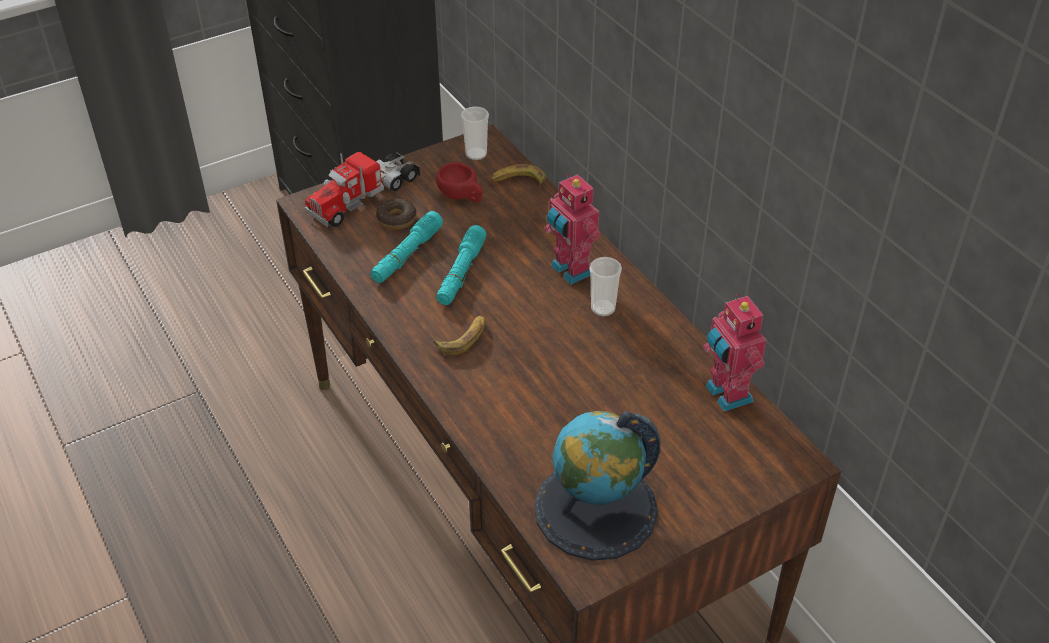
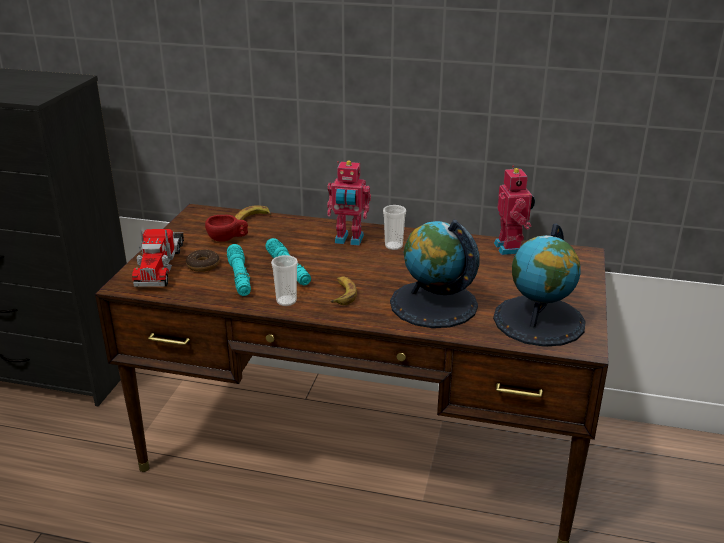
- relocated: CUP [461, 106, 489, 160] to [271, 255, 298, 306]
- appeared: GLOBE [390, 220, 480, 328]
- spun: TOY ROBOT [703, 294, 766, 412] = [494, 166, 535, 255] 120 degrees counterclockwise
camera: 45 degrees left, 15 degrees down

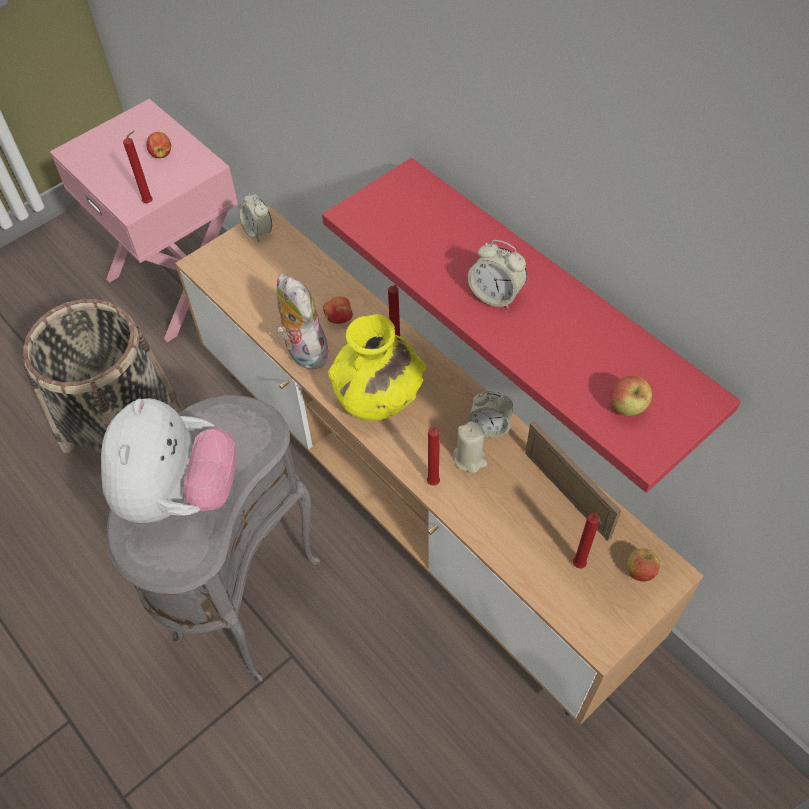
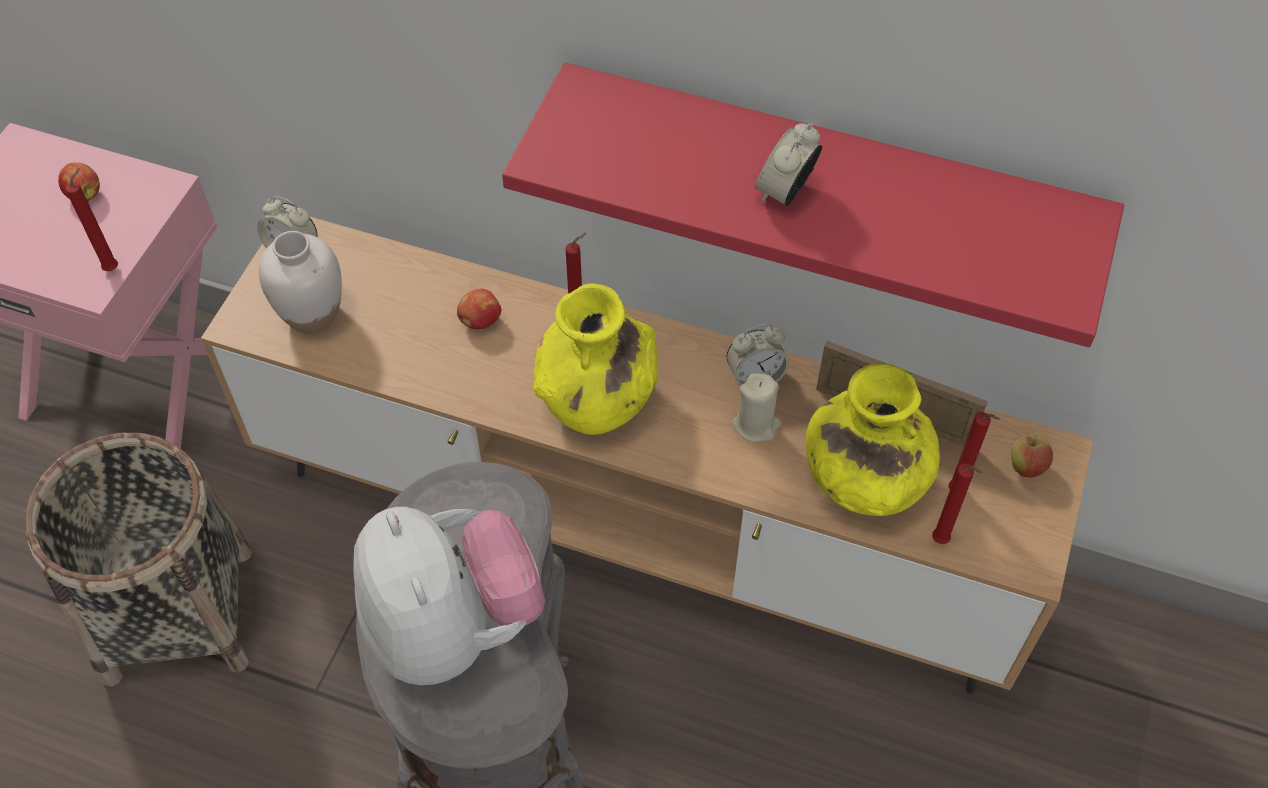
- appeared: WHITE VASE [259, 231, 342, 334]
- spun: ALARM CLOCK [468, 240, 527, 309] = [755, 123, 822, 206] 120 degrees clockwise
- appeared: YELLOW VASE [806, 363, 940, 516]
- relocated: RED CANDLE [427, 427, 440, 485] to [932, 463, 982, 544]
- missing: PLUSH TOY [276, 274, 329, 370]
- missing: APPLE [610, 375, 652, 416]
camera: 30 degrees left, 0 degrees up

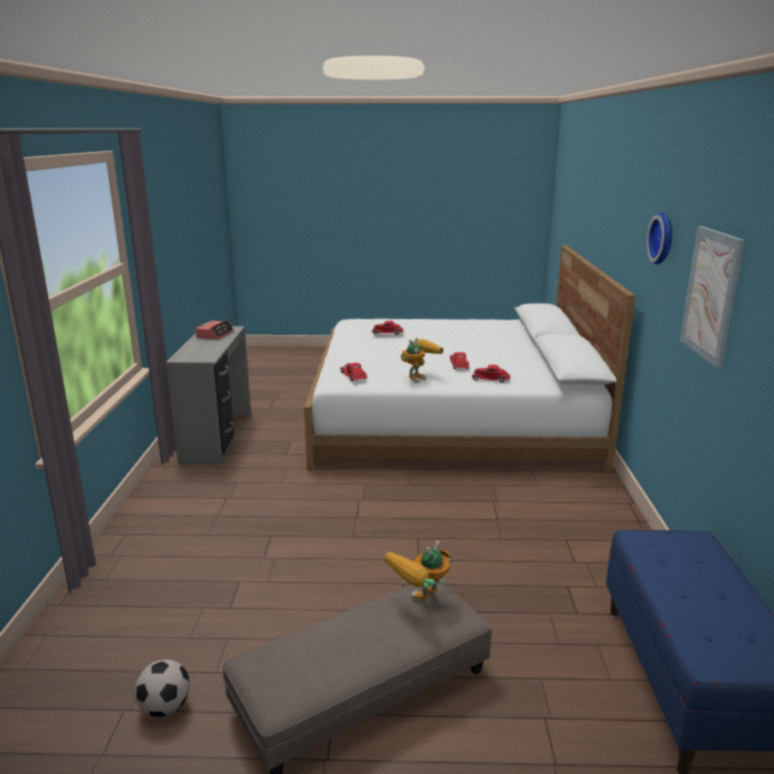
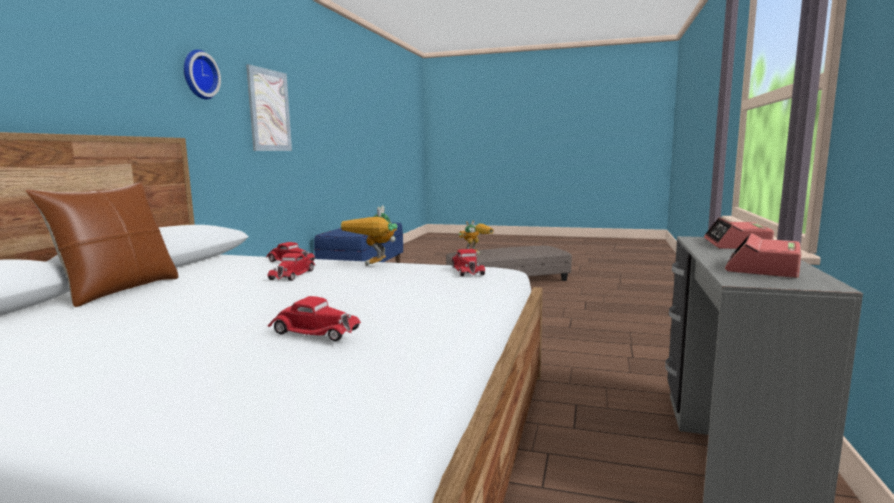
- appeared: BROWN PILLOW [25, 182, 179, 307]
- spun: TOY ROBOT [401, 338, 444, 383] = [341, 205, 397, 266] 45 degrees counterclockwise
- appeared: ALARM CLOCK [704, 217, 774, 249]
- missing: FOOTBALL [135, 659, 190, 717]
camera: 165 degrees left, 10 degrees down

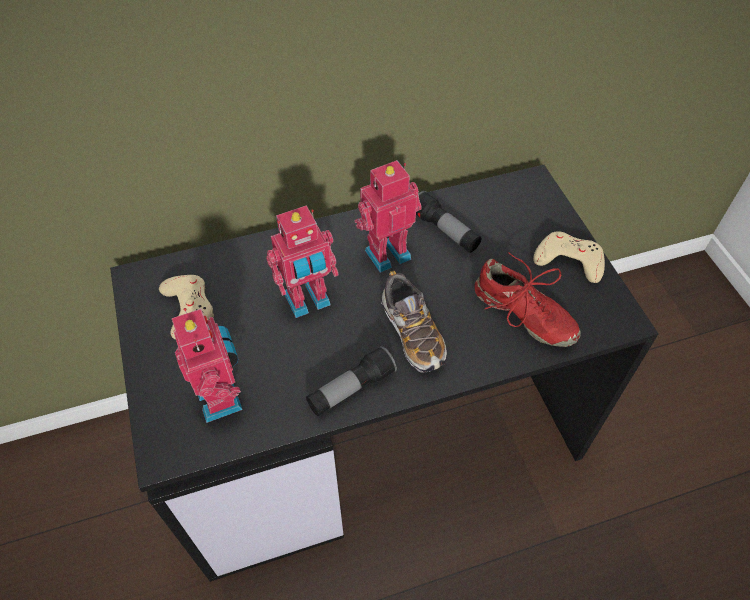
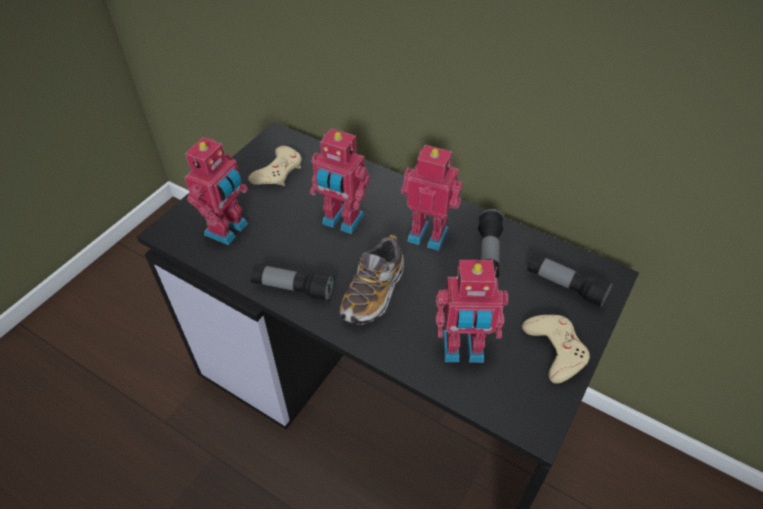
- exchanged: RED SHOE [475, 253, 581, 347] to TOY ROBOT [435, 260, 508, 363]
- appeared: FLASHLIGHT [527, 253, 613, 308]
camera: 50 degrees right, 5 degrees down

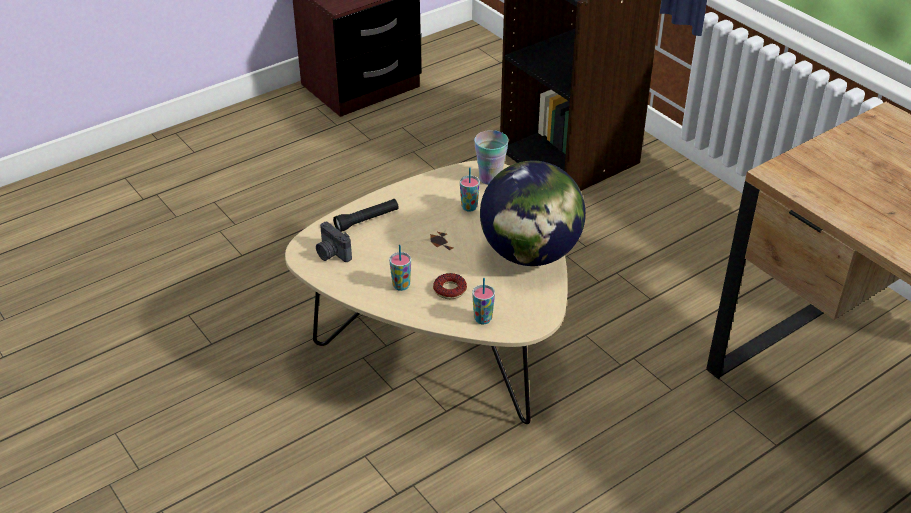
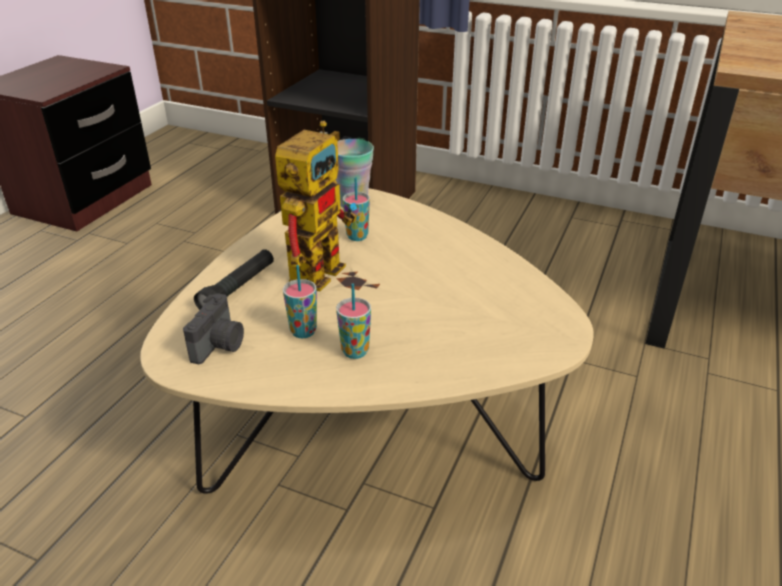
- spun: PHOTO CAMERA [316, 222, 352, 262] = [183, 293, 244, 364] 90 degrees counterclockwise
- appeared: TOY ROBOT [275, 121, 357, 291]
- relocated: CUP [472, 278, 495, 324] to [283, 265, 317, 338]
- missing: DONUT [433, 273, 467, 299]
- missing: GLOBE [480, 161, 586, 266]
camera: 30 degrees left, 5 degrees down

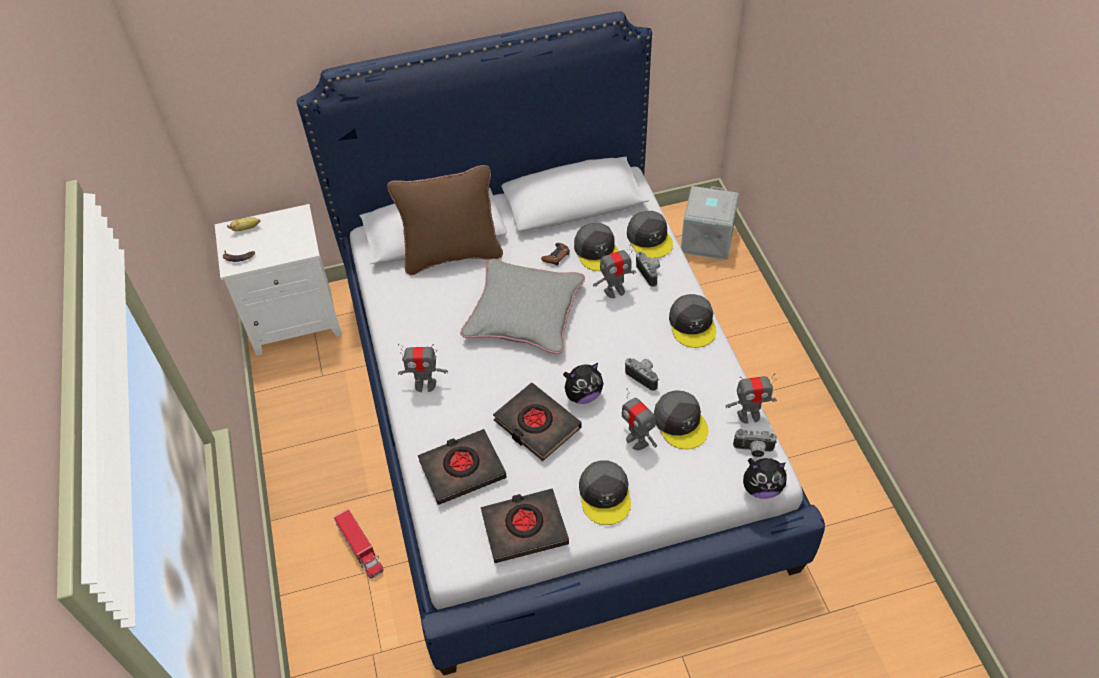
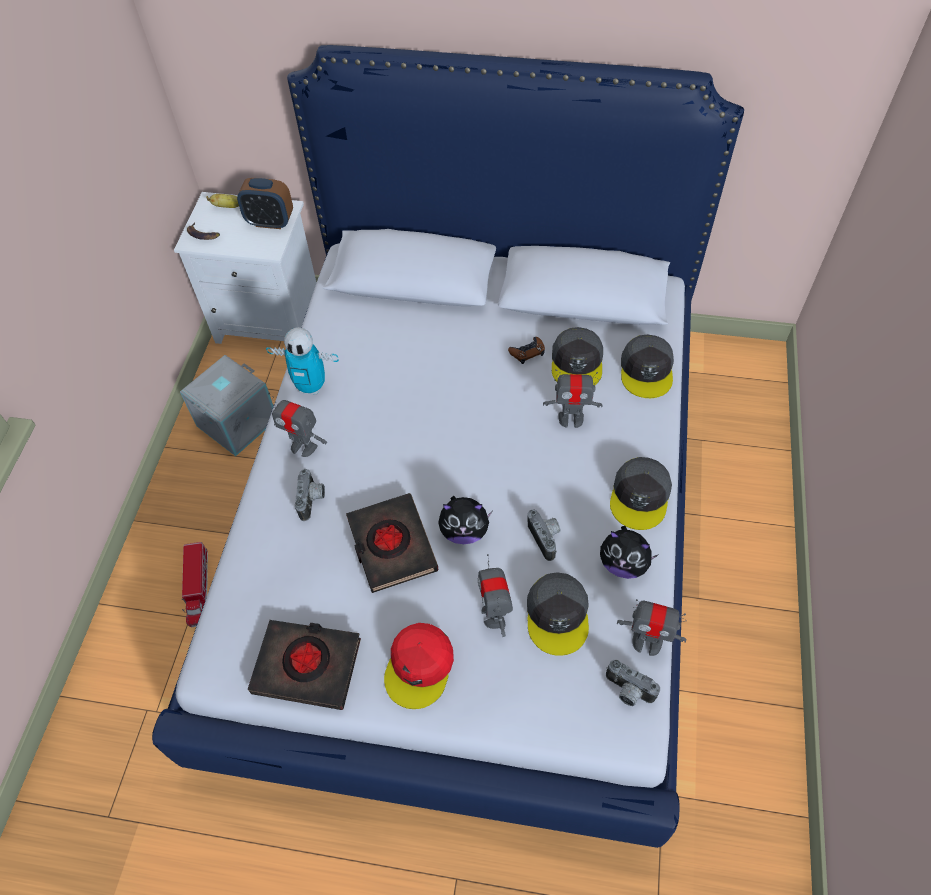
- relocated: GREY STORAGE BOX [681, 186, 739, 260] to [180, 355, 274, 456]
- appeared: ALARM CLOCK [237, 178, 293, 229]
- appeared: TOY ROBOT [266, 327, 339, 395]
- relocated: PHOTO CAMERA [636, 252, 660, 287] to [295, 469, 325, 521]
- colour: GREY CAP [579, 460, 631, 525] to RED CAP [384, 623, 454, 709]
- relocated: PLUSH TOY [743, 458, 786, 499] to [600, 526, 659, 579]
- missing: BROWN PILLOW [387, 165, 503, 275]
- missing: BLACK BOOK [418, 429, 507, 505]
- missing: GREY PILLOW [460, 259, 585, 354]
camera: 25 degrees right, 5 degrees up

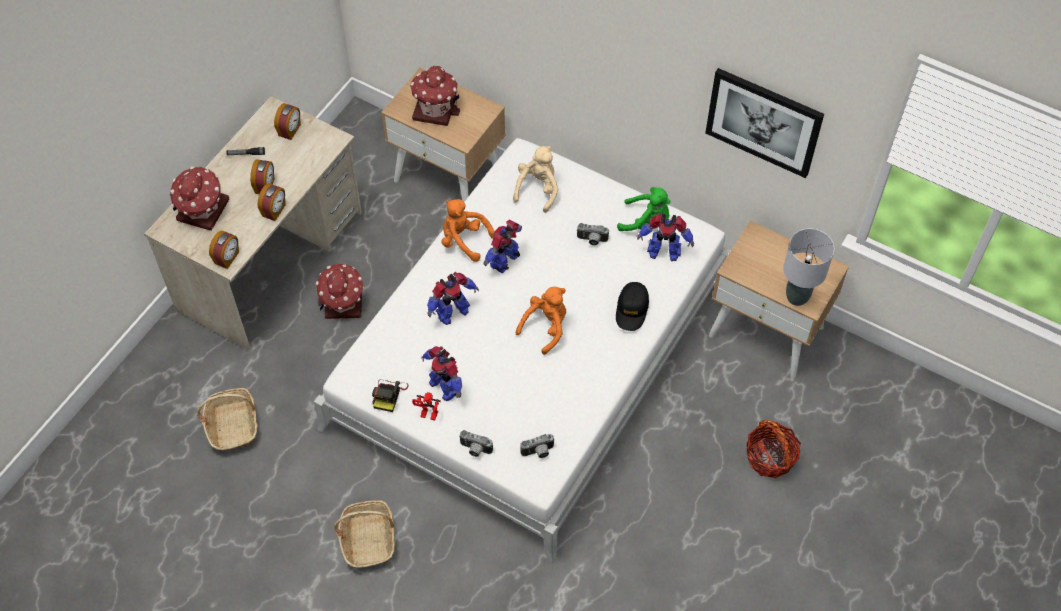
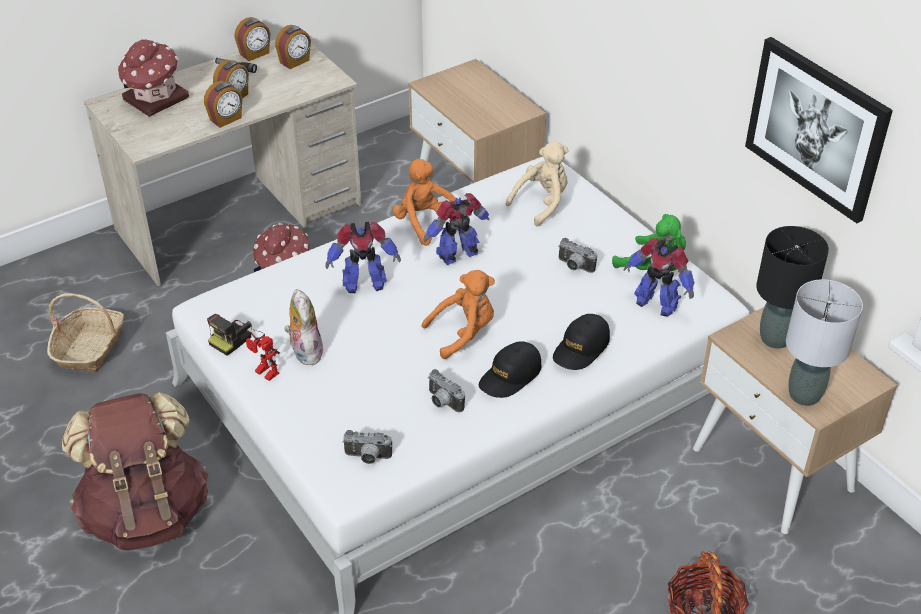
- exchanged: BASKET [334, 500, 395, 568] to BROWN BACKPACK [62, 392, 208, 551]
- relocated: ALARM CLOCK [209, 231, 239, 269] to [235, 17, 271, 61]
- exchanged: TOY ROBOT [421, 346, 462, 401] to PLUSH TOY [285, 289, 324, 365]
- relocated: PHOTO CAMERA [459, 430, 493, 457] to [428, 369, 465, 413]
- appeared: BLACK CAP [479, 341, 541, 398]
- appeared: BLACK TABLE LAMP [756, 226, 829, 349]
- missing: TOY HOUSE [410, 66, 460, 126]
camera: 25 degrees right, 15 degrees down

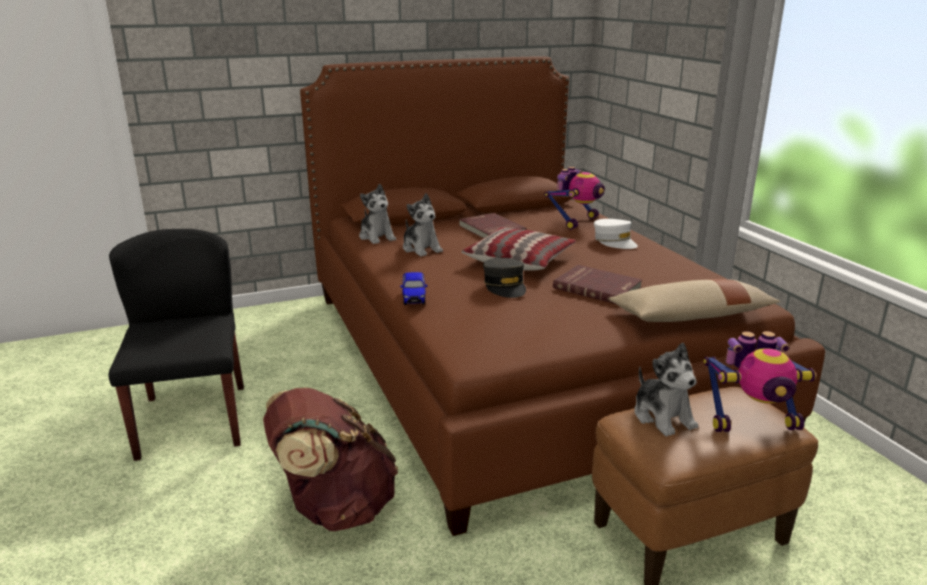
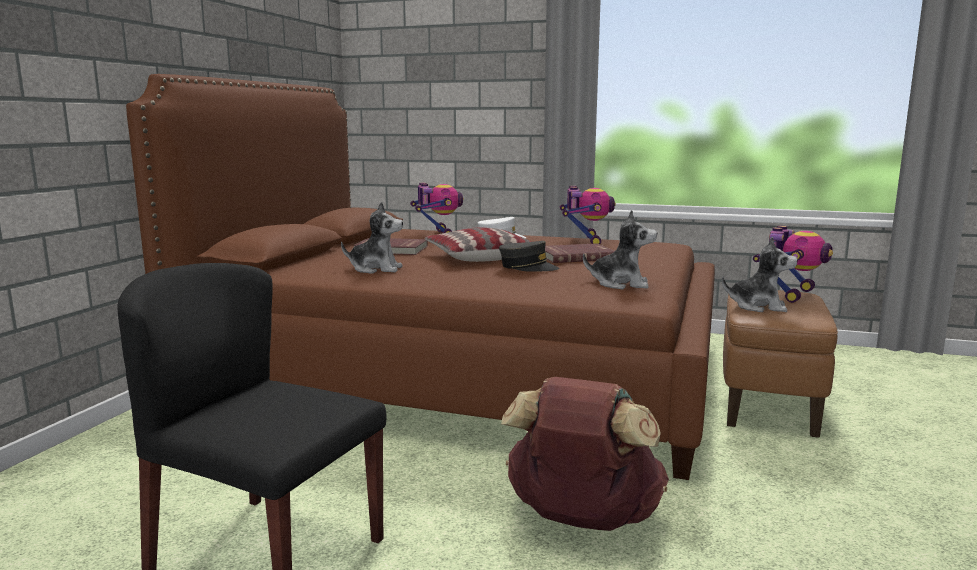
- appeared: TOY ROBOT [560, 186, 616, 244]
- relocated: PLUSH TOY [359, 184, 396, 244] to [583, 210, 657, 289]
- missing: TOY CAR [400, 272, 427, 305]
- missing: BEIGE PILLOW [609, 279, 781, 322]
camera: 50 degrees left, 10 degrees down

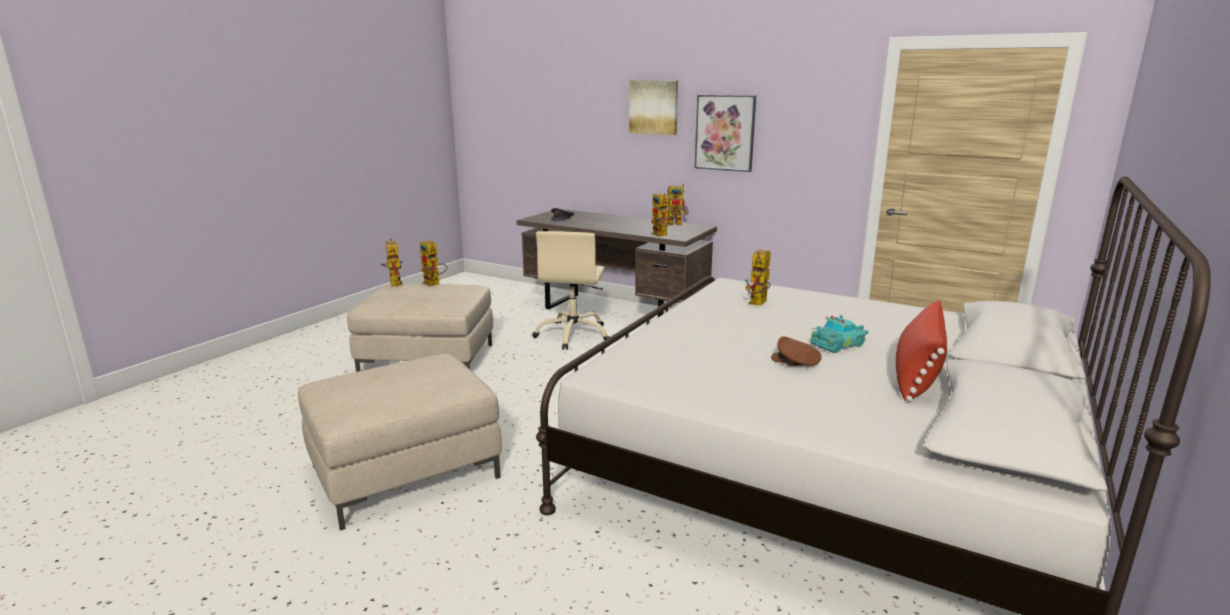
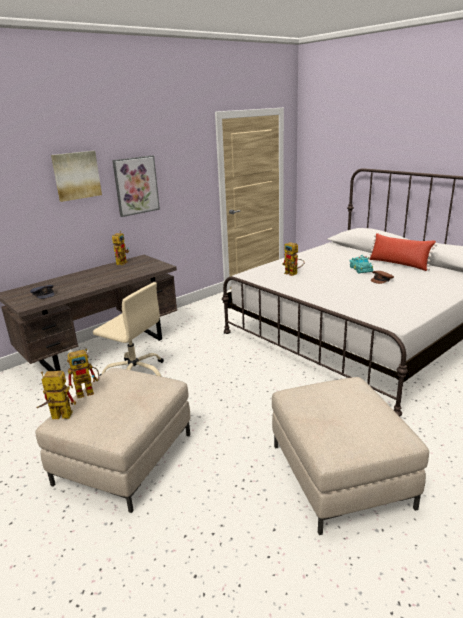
- missing: TOY ROBOT [651, 193, 676, 237]
camera: 70 degrees left, 5 degrees up

